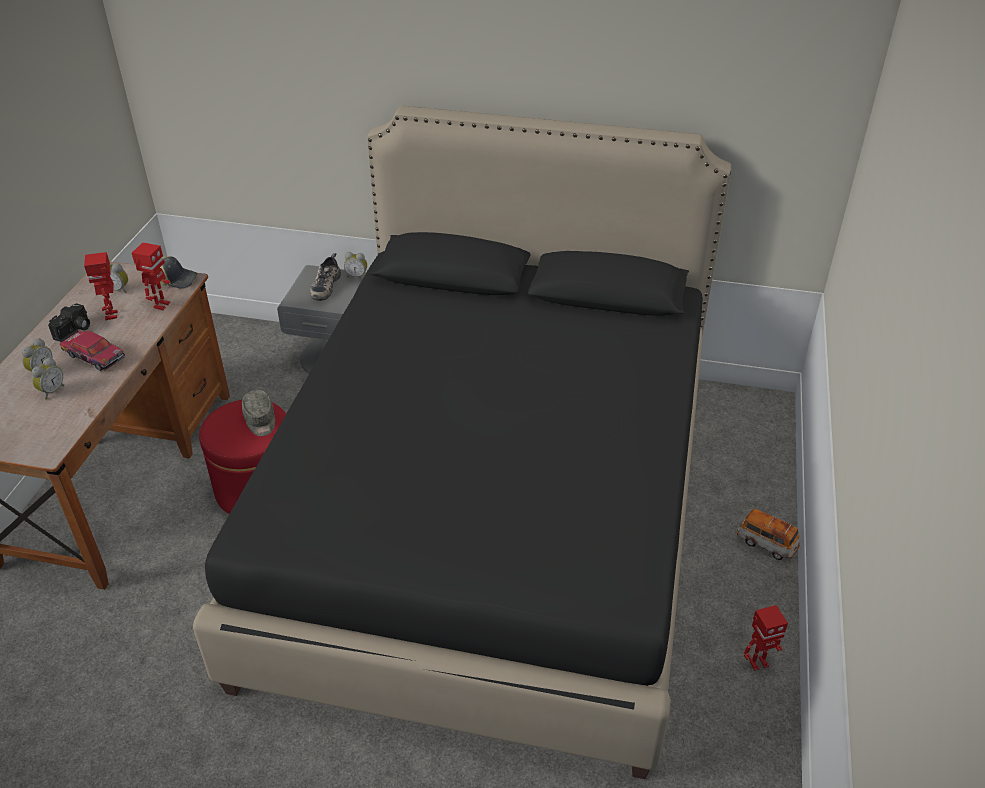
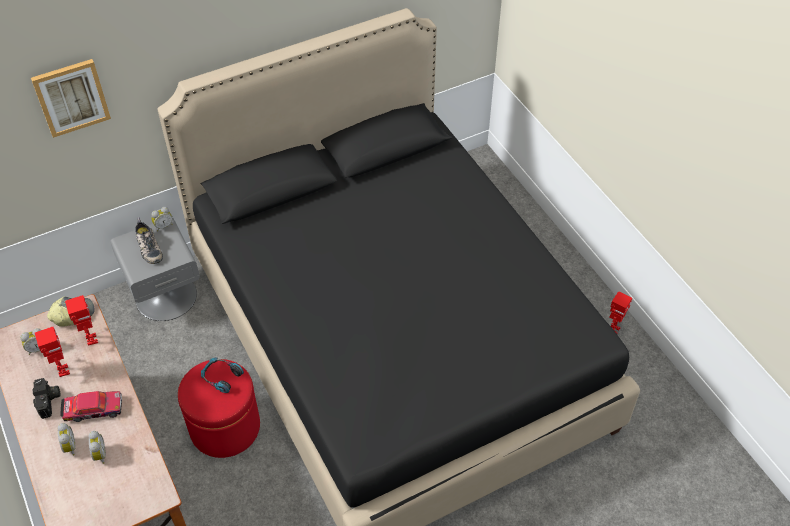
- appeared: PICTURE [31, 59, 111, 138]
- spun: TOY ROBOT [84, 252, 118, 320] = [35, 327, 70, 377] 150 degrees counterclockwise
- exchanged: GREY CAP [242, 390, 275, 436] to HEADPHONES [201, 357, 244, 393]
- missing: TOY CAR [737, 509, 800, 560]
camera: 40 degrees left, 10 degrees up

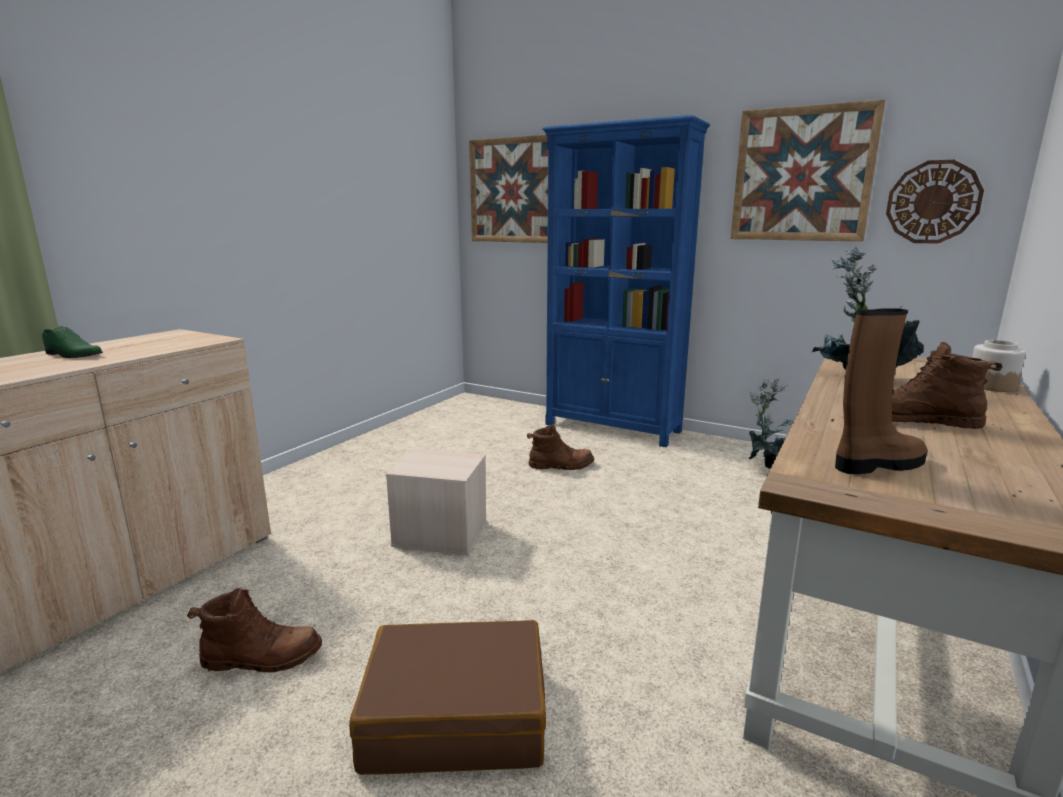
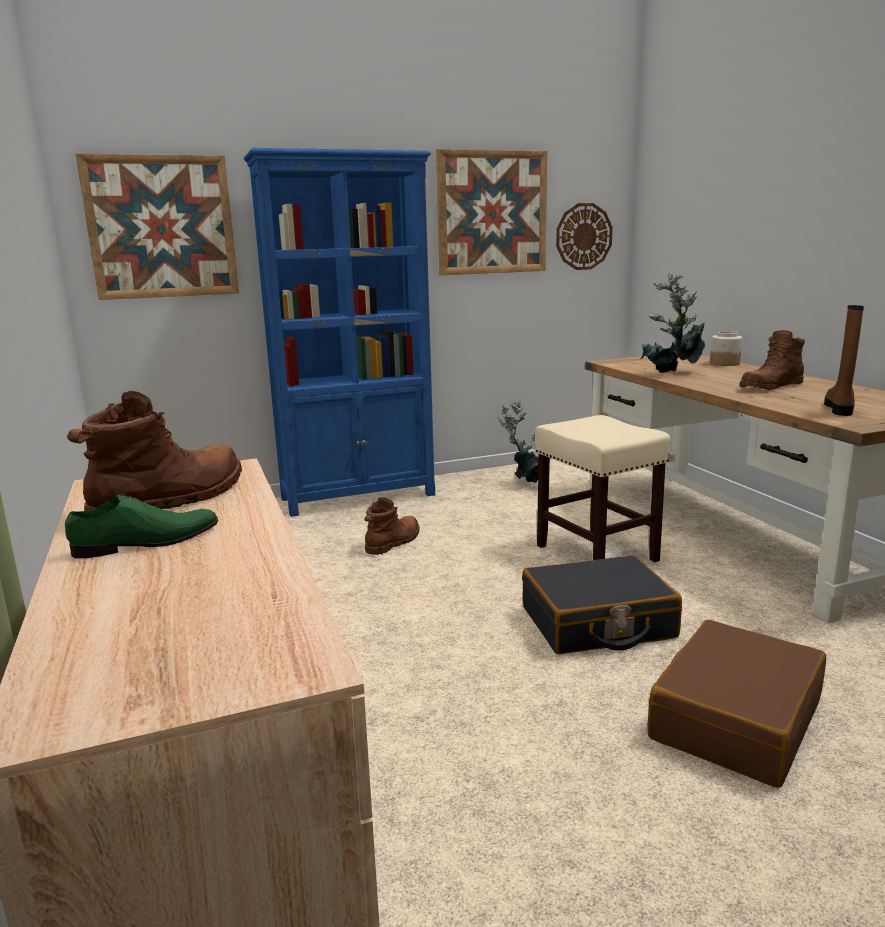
- relocated: BROWN BOOT [187, 588, 322, 673] to [67, 391, 242, 511]
- appeared: BLACK SUITCASE [522, 555, 682, 654]
- appeared: BEIGE STOOL [535, 415, 671, 562]
- missing: BEIGE STORAGE BOX [386, 449, 487, 556]
camera: 50 degrees left, 0 degrees up

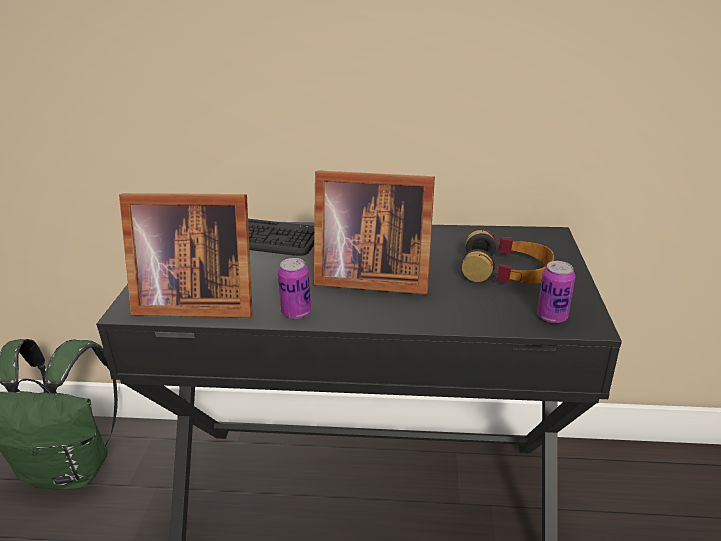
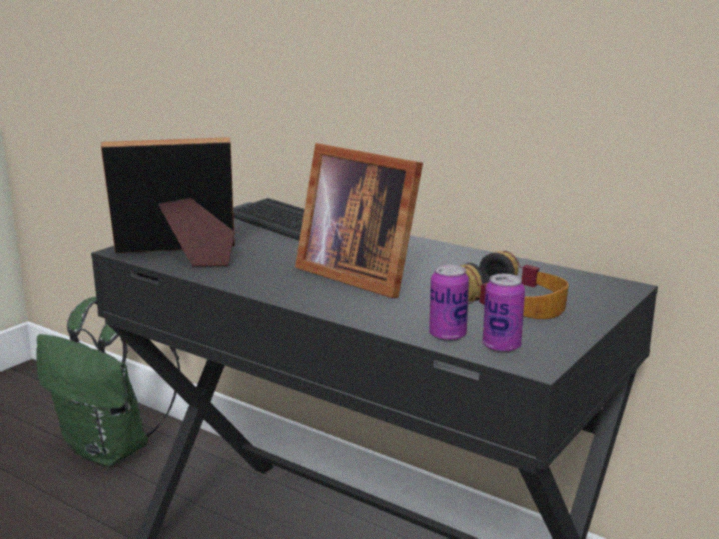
- spun: PICTURE FRAME [119, 193, 253, 318] = [101, 137, 235, 266] 135 degrees clockwise
- relocated: CAN [278, 258, 311, 319] to [429, 264, 469, 341]
camera: 30 degrees right, 10 degrees down

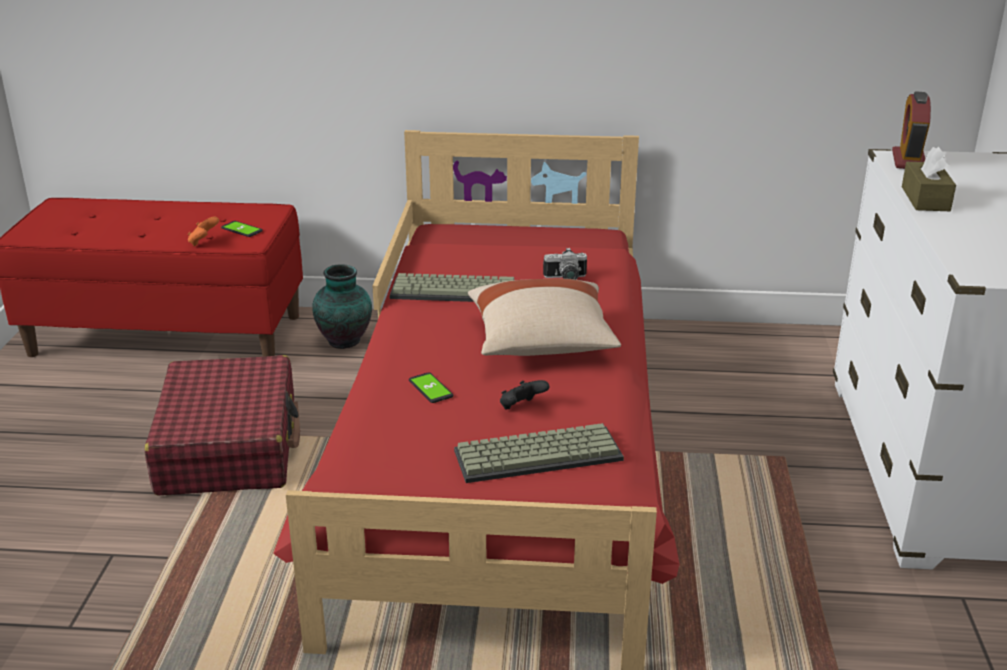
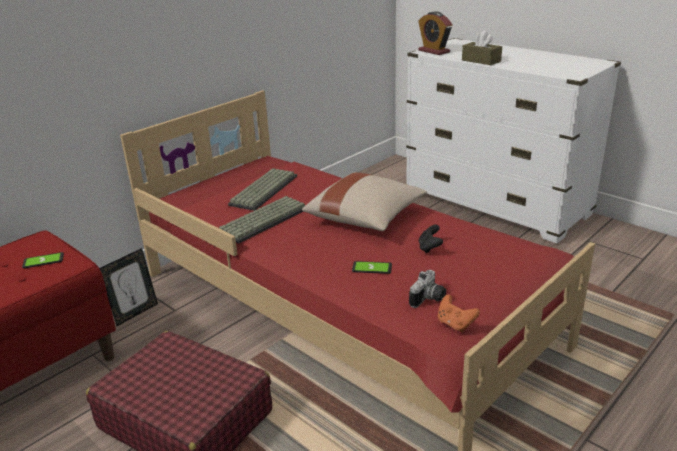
- exchanged: VASE [312, 264, 372, 349] to PICTURE FRAME [99, 248, 158, 326]
- relocated: KEYBOARD [454, 423, 624, 483] to [228, 168, 297, 211]
- relocated: PHOTO CAMERA [543, 247, 587, 280] to [409, 270, 446, 308]
- relocated: ORANGE GAME CONTROLLER [187, 217, 219, 246] to [438, 295, 480, 332]
camera: 50 degrees left, 0 degrees up

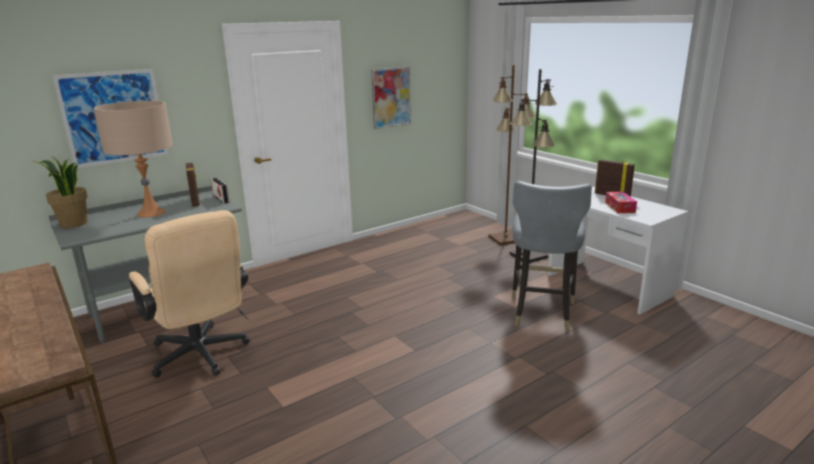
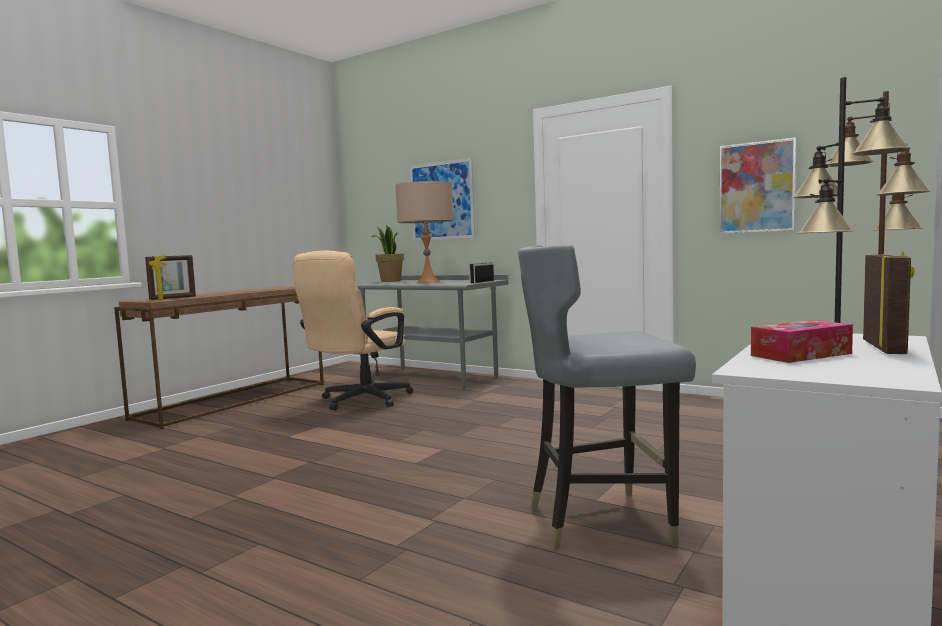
- relocated: PICTURE FRAME [186, 163, 200, 207] to [145, 254, 196, 300]
camera: 70 degrees right, 15 degrees down

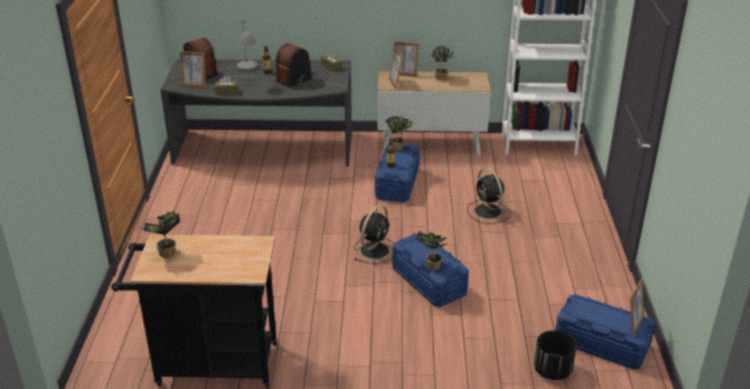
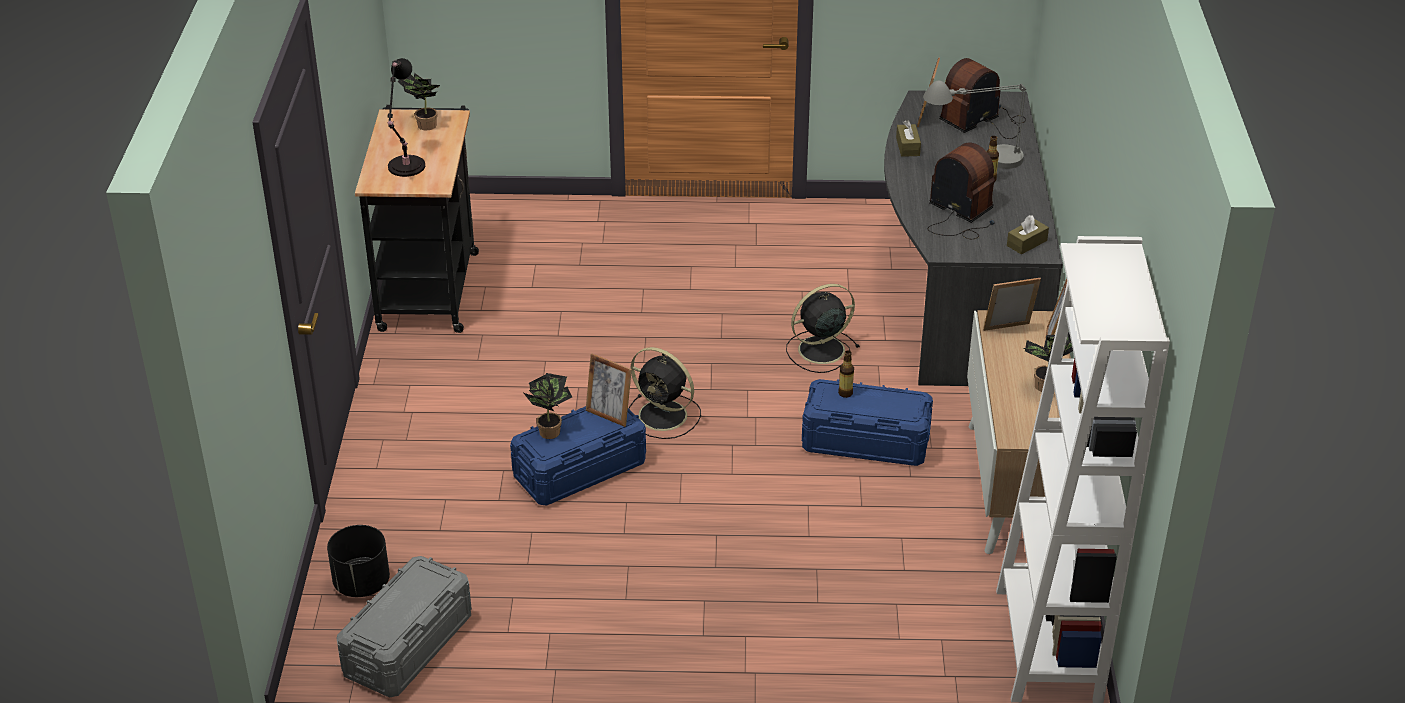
- colour: BLUE STORAGE BOX [556, 294, 655, 370] to GREY STORAGE BOX [336, 556, 472, 698]
- appeared: BLACK TABLE LAMP [387, 58, 425, 177]
- relocated: PICTURE FRAME [630, 278, 644, 337] to [586, 353, 632, 427]
- relocated: BLACK FAN [467, 168, 511, 224] to [786, 284, 859, 373]
- missing: POTTED PLANT [385, 116, 412, 151]
camera: 90 degrees right, 5 degrees up

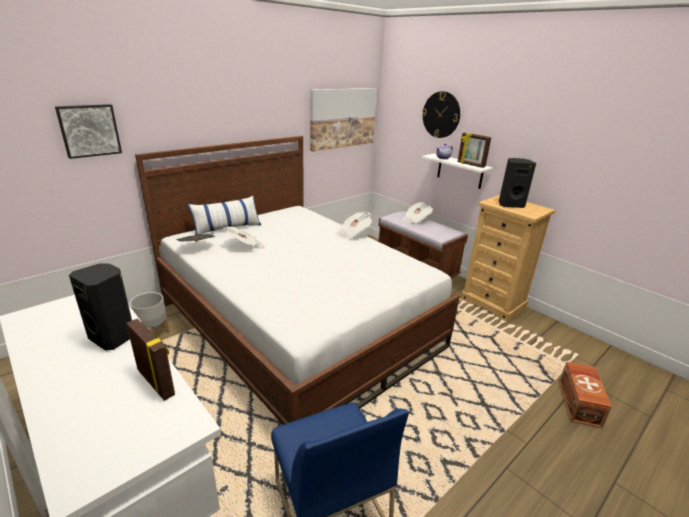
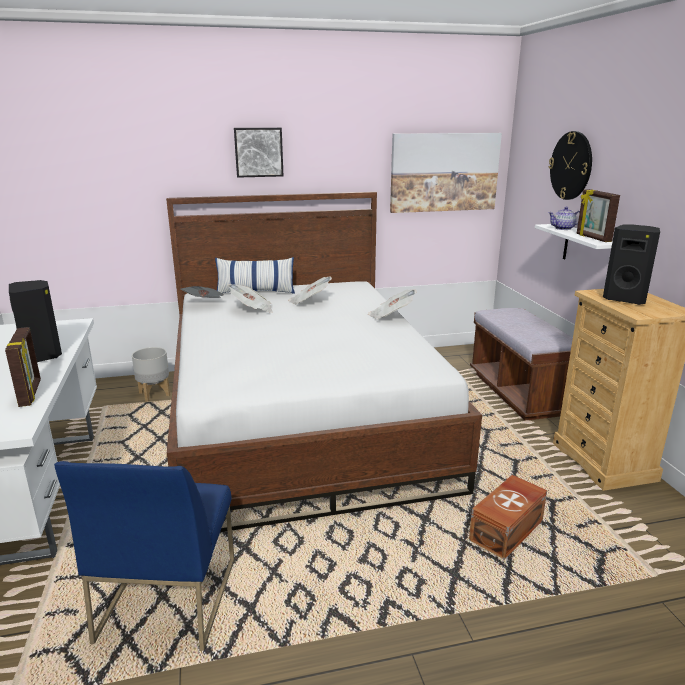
- relocated: PICTURE [55, 104, 122, 159] to [234, 128, 283, 178]
- relocated: NEWSPAPER [402, 202, 433, 224] to [288, 277, 332, 305]
- relocated: BROWN STORAGE BOX [559, 362, 612, 428] to [469, 475, 547, 560]
camera: 30 degrees right, 5 degrees down

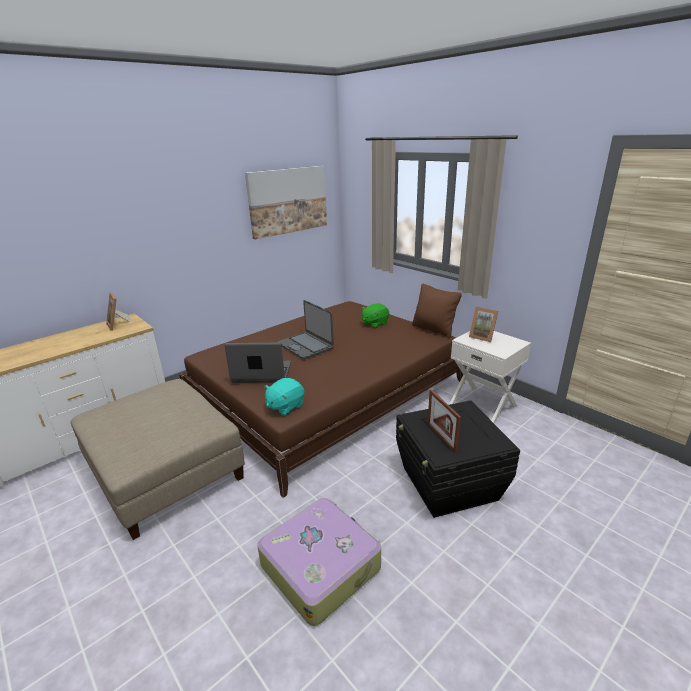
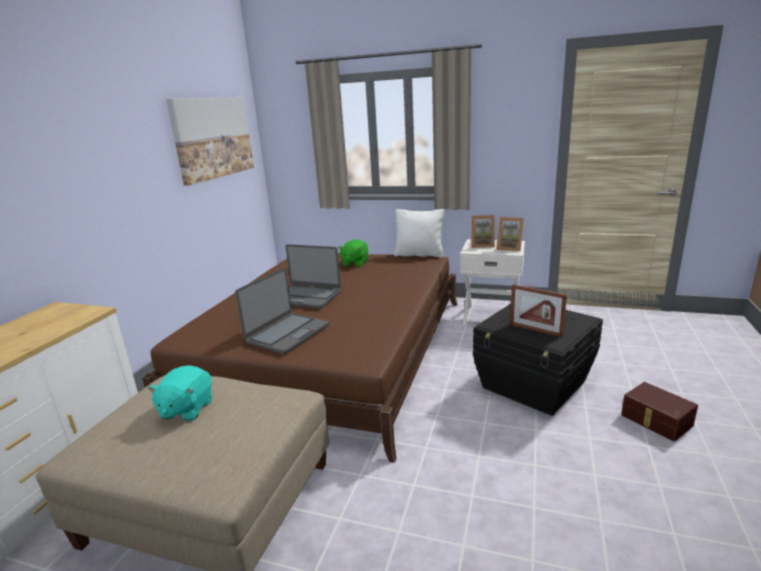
- relocated: TURQUOISE PLUSH TOY [264, 378, 304, 416] to [148, 366, 212, 421]
- spun: LAPTOP [224, 343, 291, 383] = [235, 268, 329, 354] 150 degrees clockwise
- colour: BROWN PILLOW [412, 284, 462, 338] to WHITE PILLOW [394, 209, 445, 258]
- relocated: PICTURE FRAME [106, 293, 131, 331] to [496, 217, 524, 251]
- appeared: BROWN STORAGE BOX [621, 382, 698, 441]
- missing: SUITCASE [257, 498, 381, 626]
camera: 30 degrees left, 5 degrees down

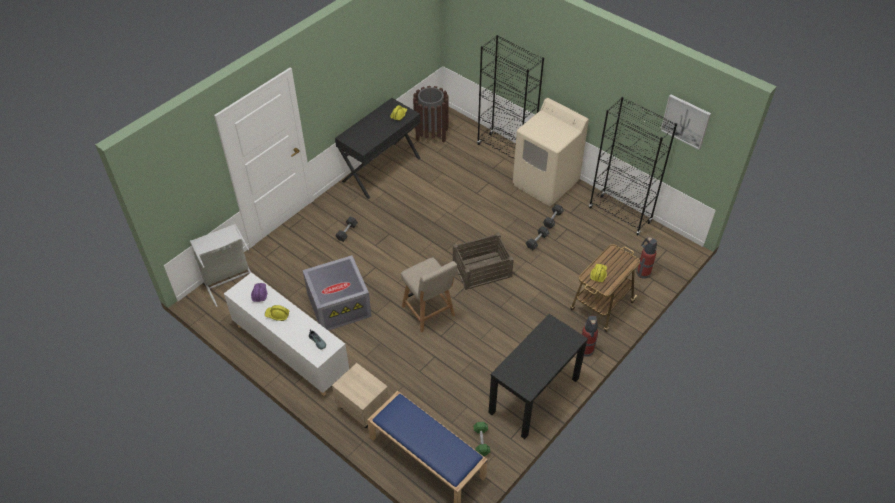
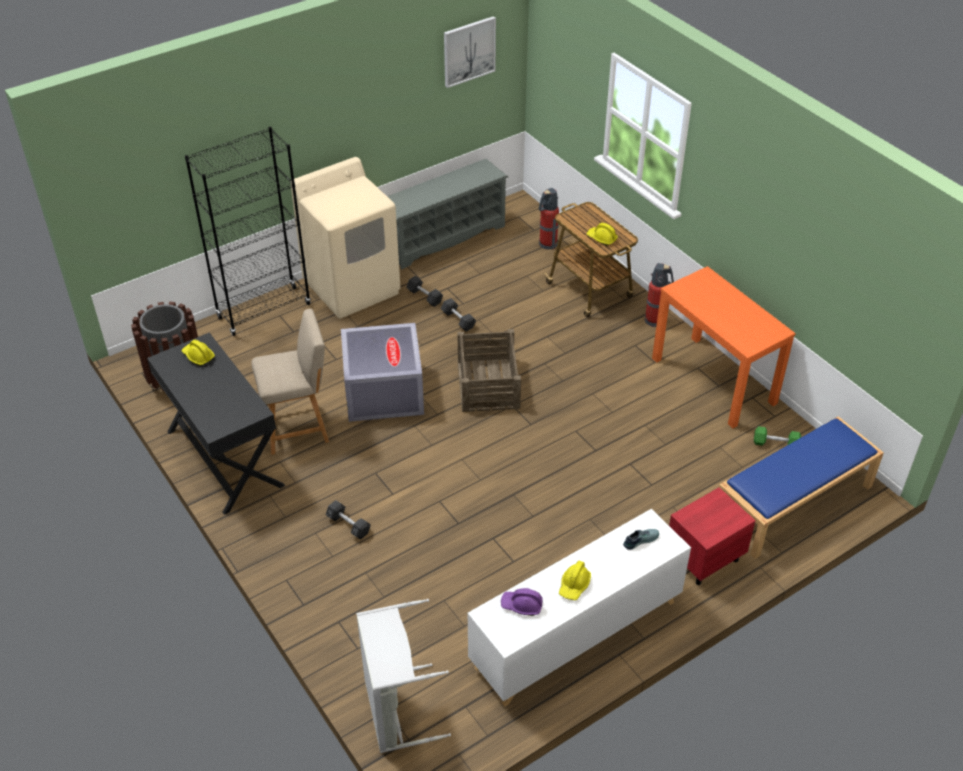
- relocated: BEIGE CHAIR [401, 258, 457, 333] to [252, 309, 329, 455]
- relocated: GREY STORAGE BOX [303, 255, 372, 331] to [341, 323, 424, 422]
- exchanged: BLACK BOOKCASE [589, 97, 677, 235] to GREY SHOE RACK [387, 159, 508, 269]
- colour: BLACK CONSOLE TABLE [489, 314, 588, 439] to ORANGE CONSOLE TABLE [652, 266, 796, 428]
- colour: BEIGE NIGHTSTAND [332, 363, 389, 428] to RED NIGHTSTAND [669, 487, 756, 585]
camera: 75 degrees left, 5 degrees down

